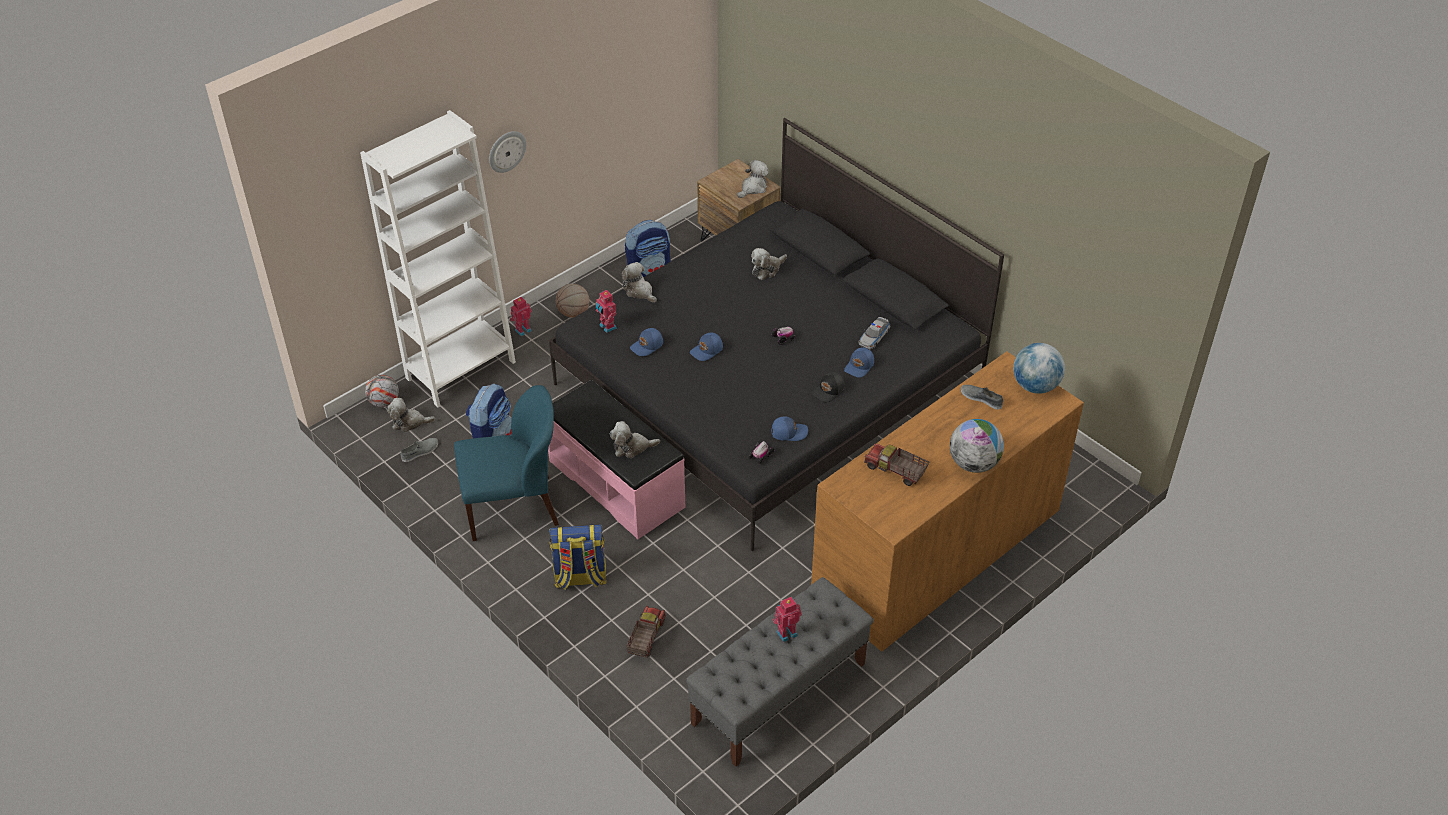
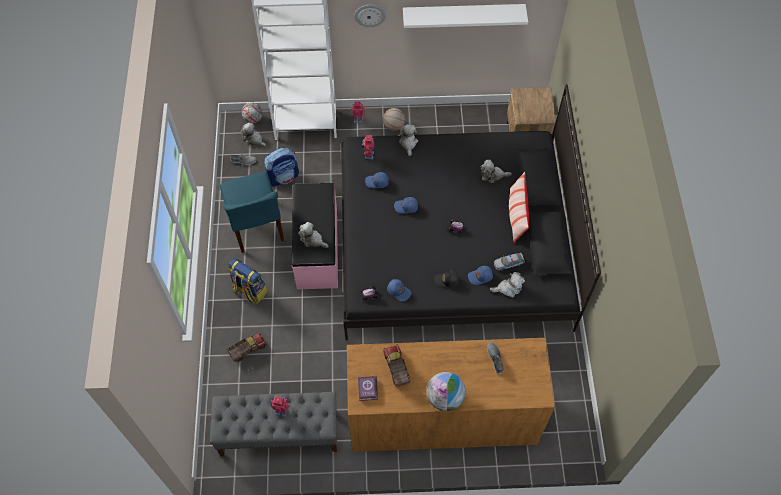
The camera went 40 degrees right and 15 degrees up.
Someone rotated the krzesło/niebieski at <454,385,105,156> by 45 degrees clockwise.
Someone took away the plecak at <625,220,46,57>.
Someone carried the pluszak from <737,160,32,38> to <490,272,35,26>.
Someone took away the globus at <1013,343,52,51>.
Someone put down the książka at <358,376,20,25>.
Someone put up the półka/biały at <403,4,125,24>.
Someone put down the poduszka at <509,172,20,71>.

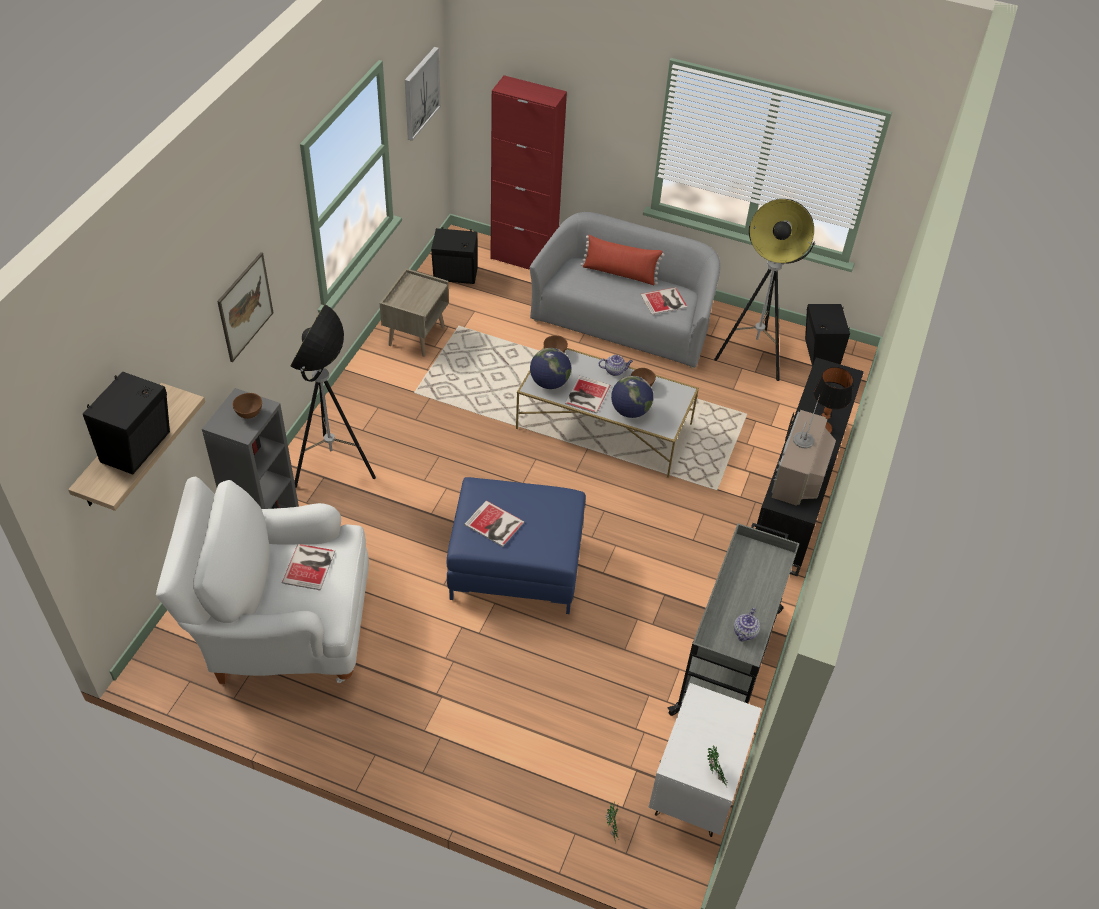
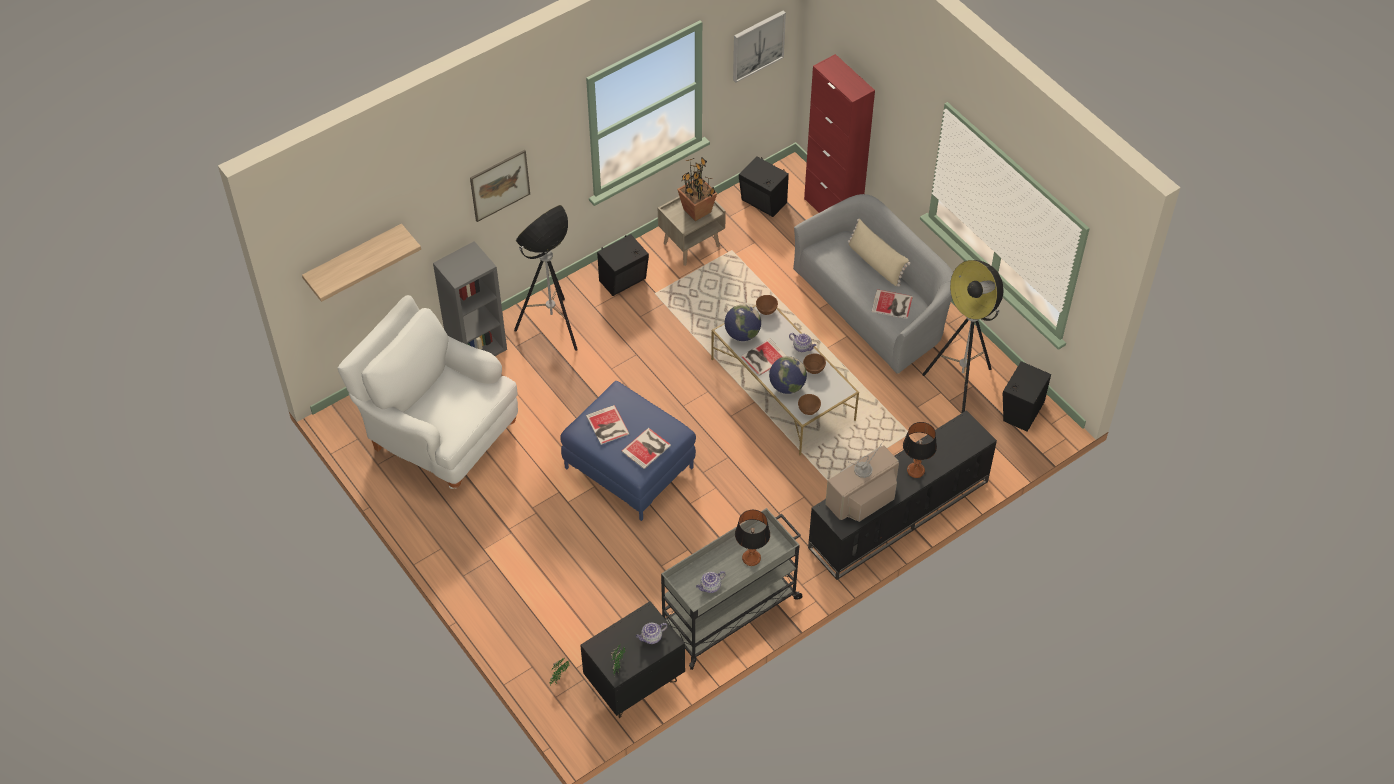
The camera went 35 degrees right and 5 degrees up.
Someone carried the głośnik/czarny from <83,372,87,103> to <597,234,52,62>.
Someone carried the miska/brązowy from <233,393,29,26> to <798,394,23,21>.
Someone carried the książka from <282,544,53,47> to <621,428,50,41>.
Someone repainted the poduszka/czerwony at <580,234,85,51>, which became the poduszka/beżowy at <848,219,62,68>.
Someone repainted the szafka nocna/biały at <648,683,114,154>, which became the szafka nocna/czarny at <580,601,105,117>.
Someone put down the imbryk at <636,623,32,21>.
Someone put down the roślina doniczkowa at <677,157,40,64>.
Someone put down the lampa stołowa at <735,510,35,56>.

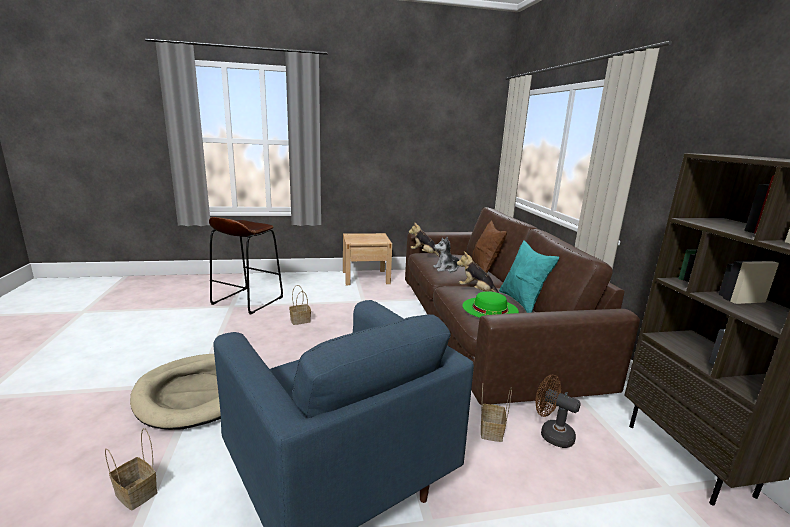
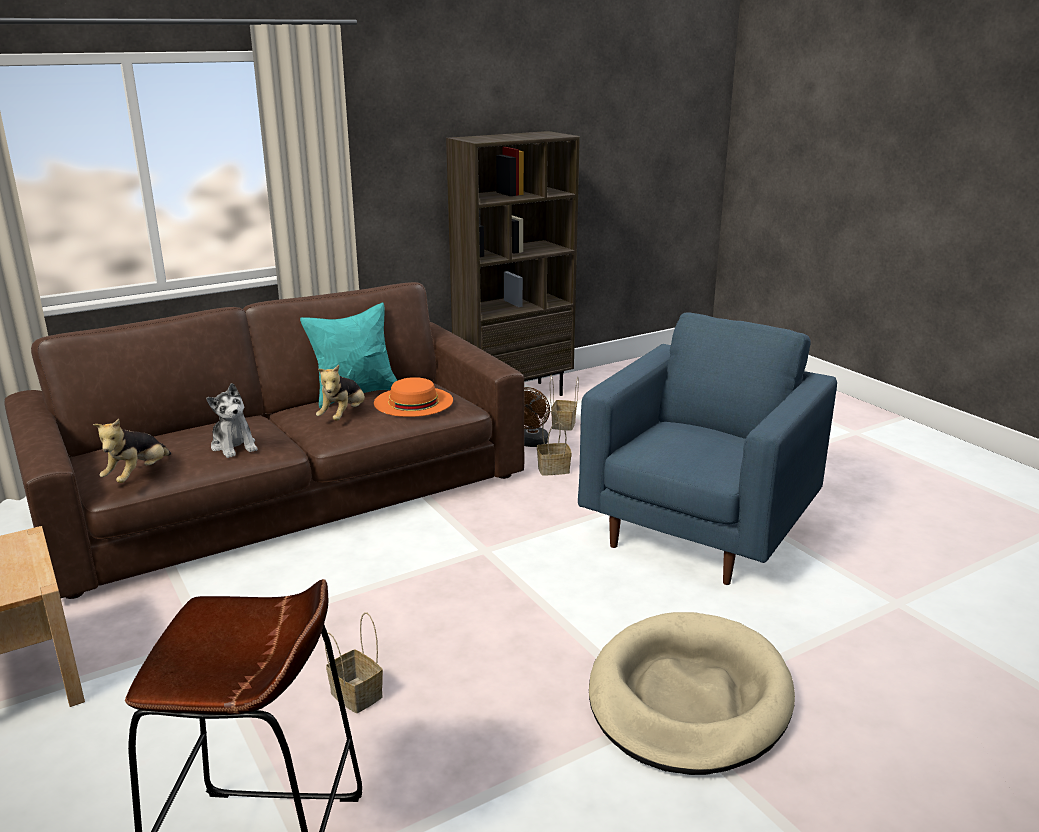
The camera went 110 degrees left and 5 degrees up.
Someone carried the koszyk from <105,428,52,82> to <550,375,29,56>.
Someone repainted the kapelusz/zielony at <462,291,57,27>, which became the kapelusz/pomarańczowy at <374,377,79,40>.
Someone took away the poduszka/brązowy at <471,220,36,53>.

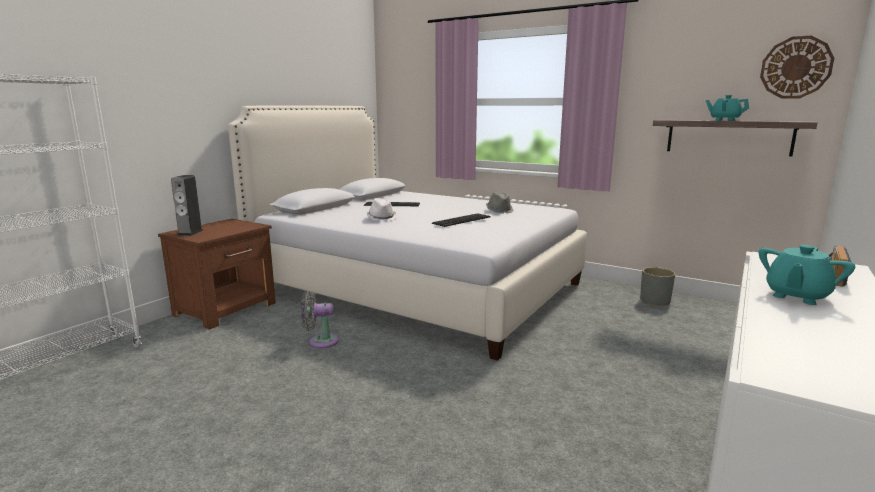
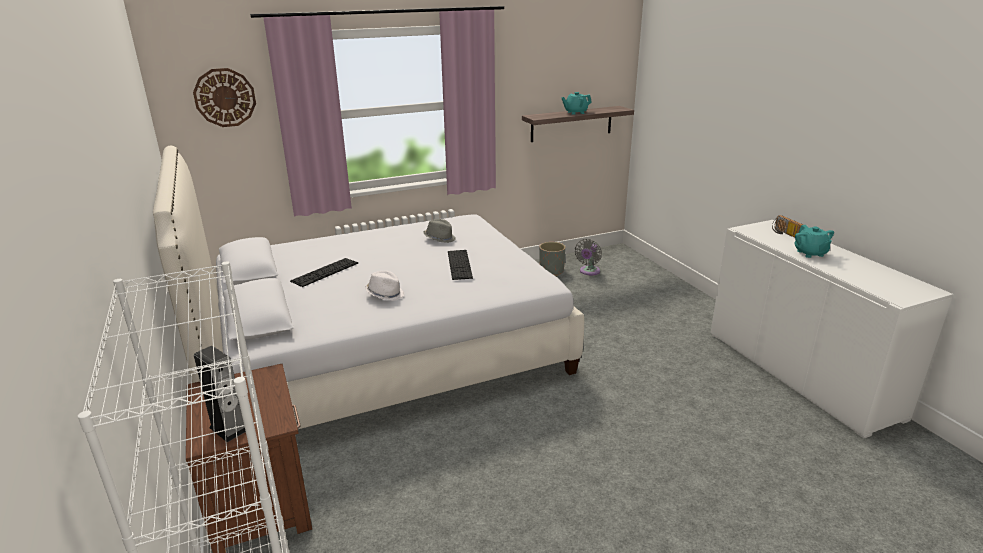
The camera went 55 degrees left and 10 degrees up.
Someone carried the wentylator/szary from <301,291,38,57> to <575,239,27,36>.
Someone carried the zegar ścienny from <760,36,74,63> to <193,68,63,59>.

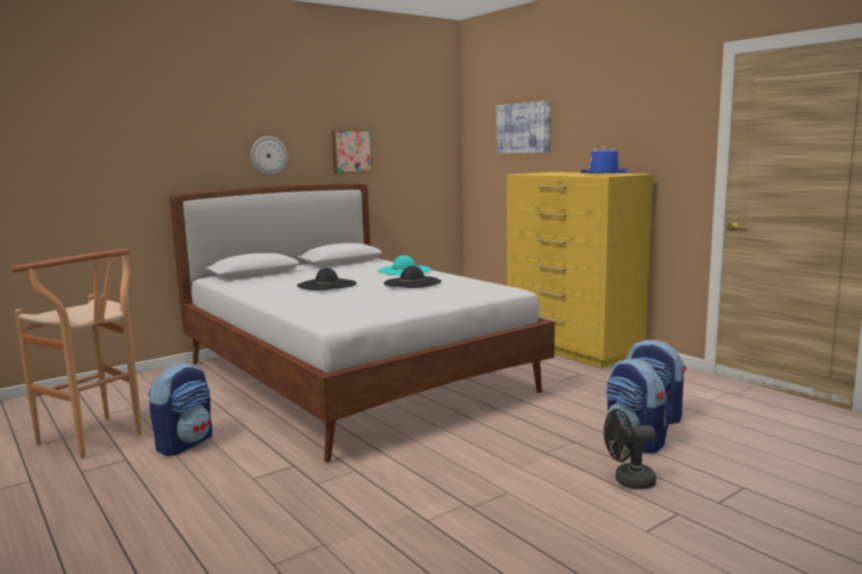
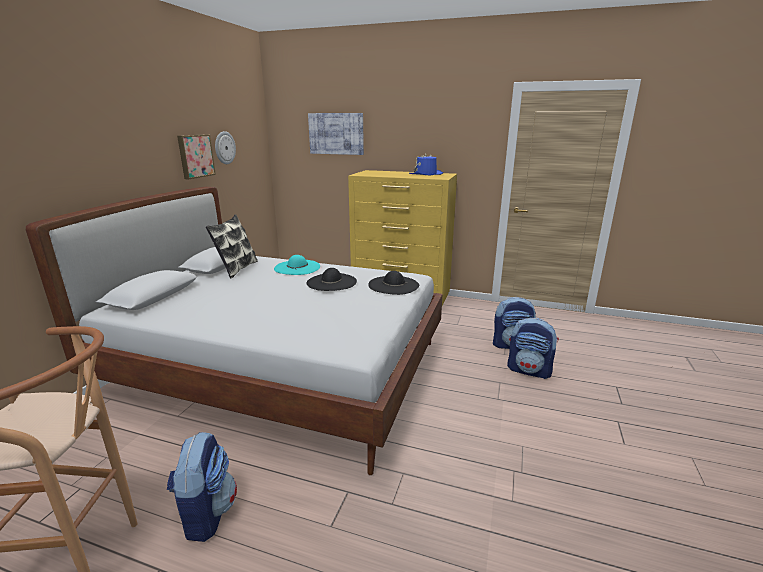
The camera went 35 degrees left and 10 degrees up.
Someone carried the zegar ścienny from <250,136,37,40> to <215,131,21,33>.
Someone carried the kapelusz/czarny from <297,268,60,23> to <368,271,51,24>.
Someone took away the wentylator/czarny at <604,409,52,80>.
Someone put down the poduszka at <206,214,52,64>.

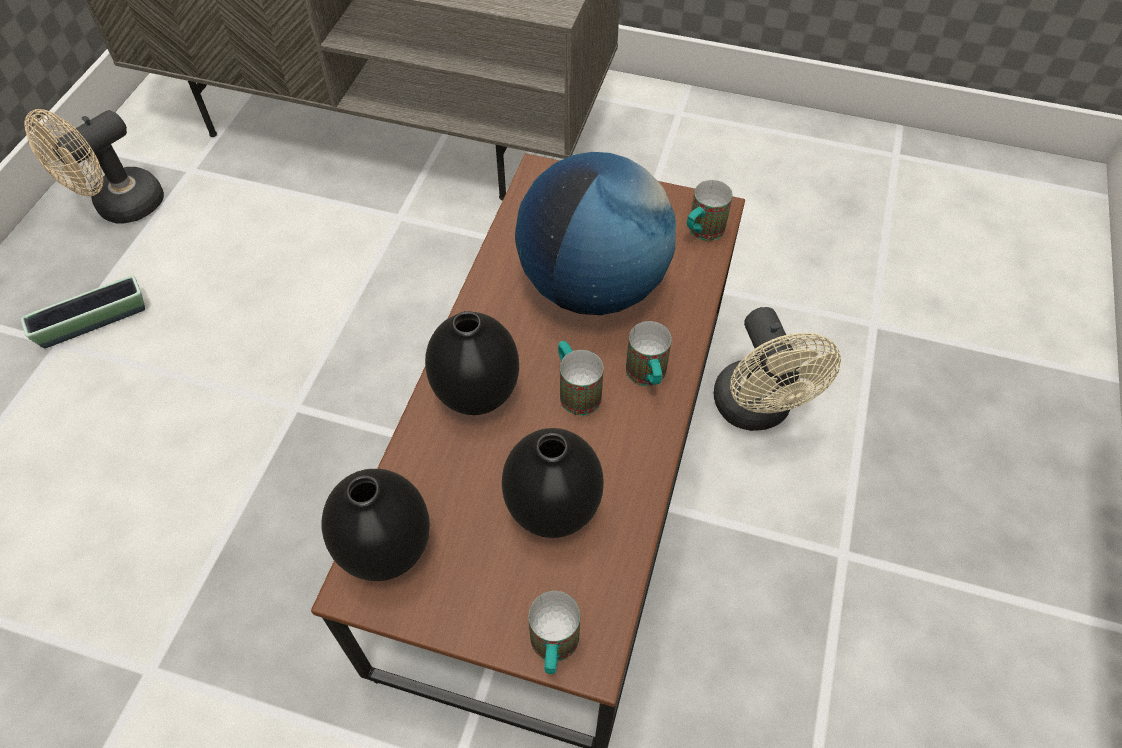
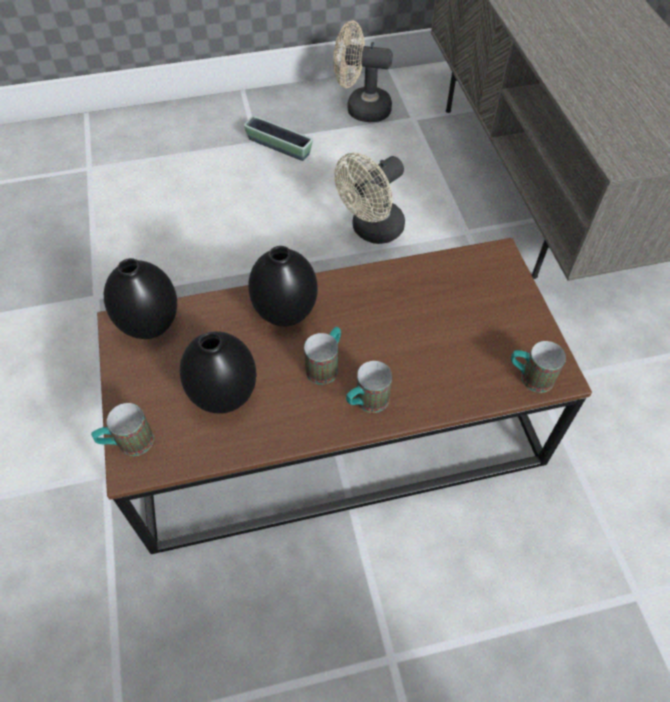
The camera went 60 degrees right and 0 degrees up.
Someone took away the globus at <515,152,161,163>.
Someone carried the wentylator/beżowy from <714,307,127,124> to <334,153,71,91>.

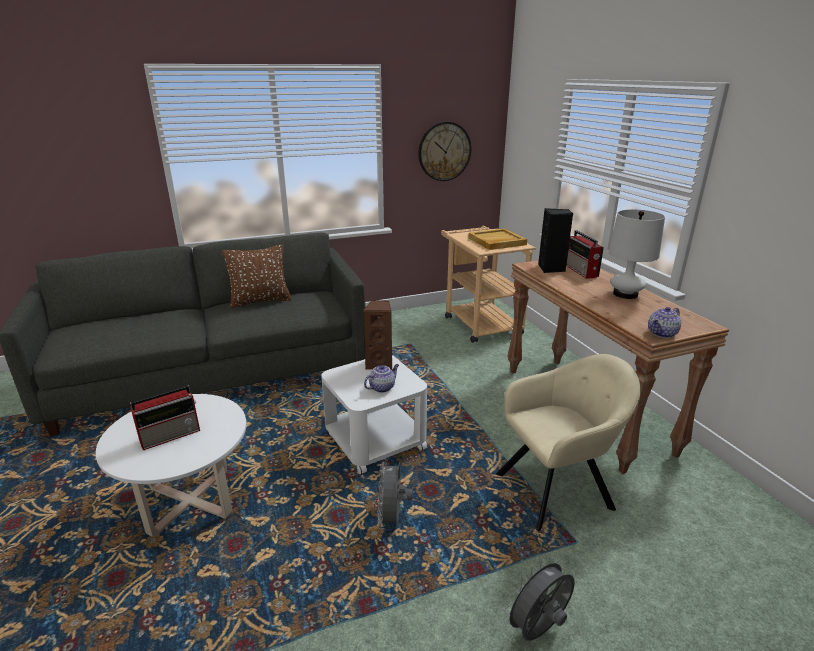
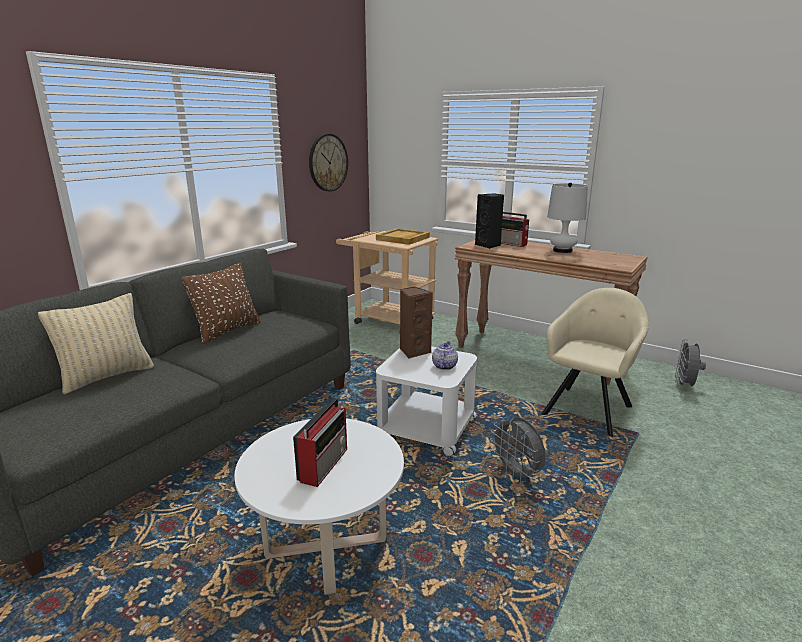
The camera went 35 degrees left and 5 degrees down.
Someone carried the wentylator/szary from <503,556,72,85> to <675,339,31,49>.
Someone took away the imbryk at <648,307,33,31>.
Someone put down the poduszka/beżowy at <38,293,116,101>.

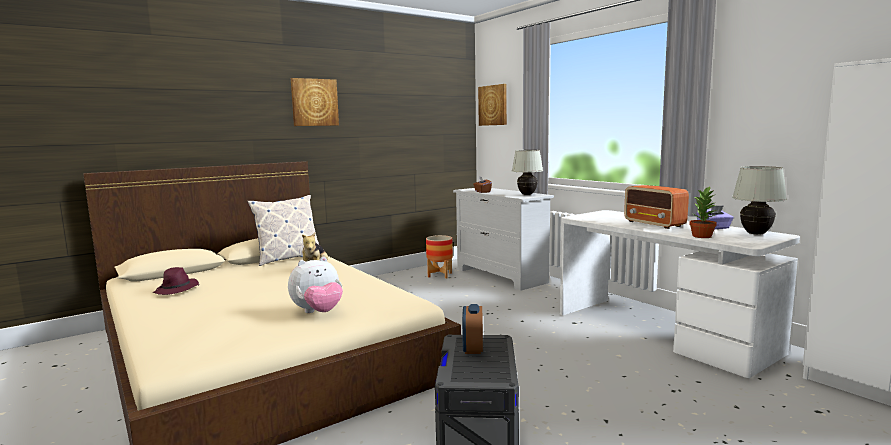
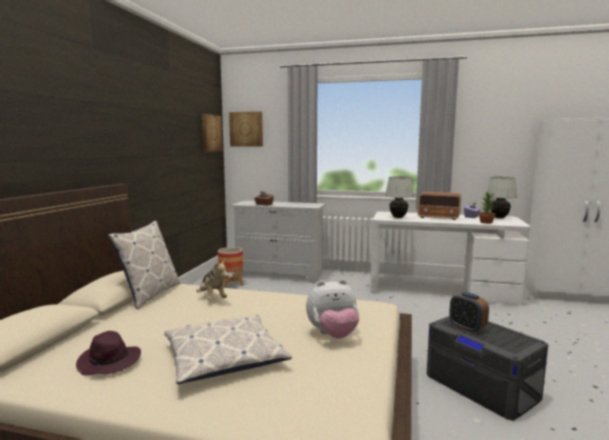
The camera went 40 degrees left and 0 degrees up.
Someone rotated the pluszak at <288,257,55,56> by 60 degrees clockwise.
Someone carried the obraz from <291,78,48,48> to <202,114,20,38>.
Someone carried the lampa stołowa/biały from <512,150,31,45> to <385,177,29,41>.
Someone put down the poduszka at <164,315,128,69>.

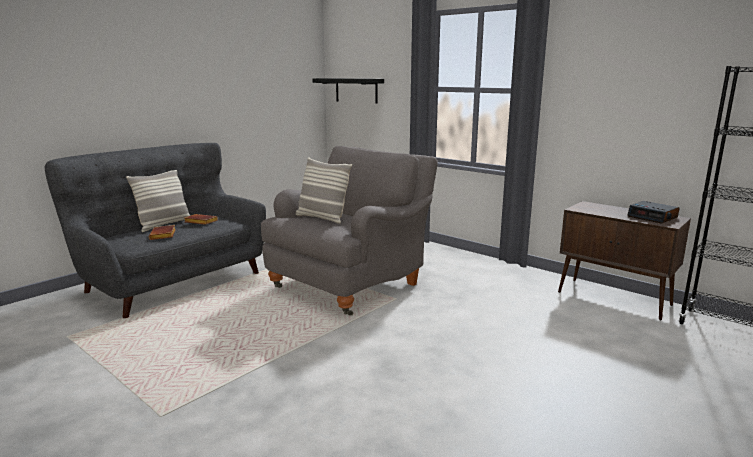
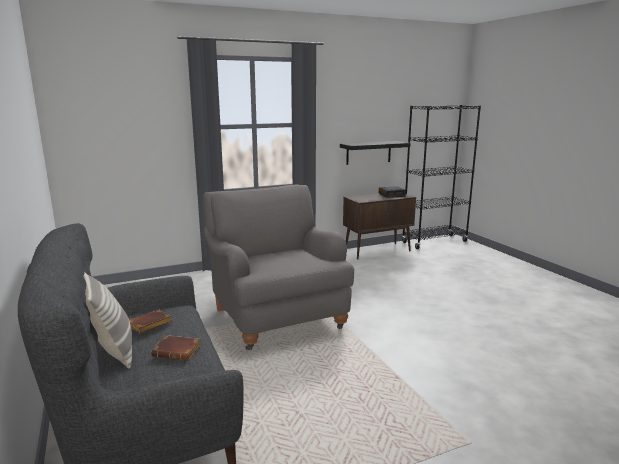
The camera went 65 degrees left and 0 degrees up.
Someone took away the poduszka at <296,157,56,67>.
Someone carried the półka/czarny from <312,78,72,25> to <340,141,71,24>.

